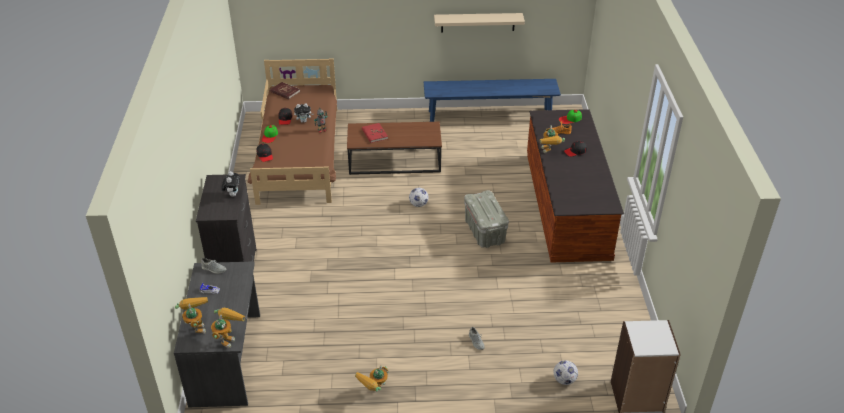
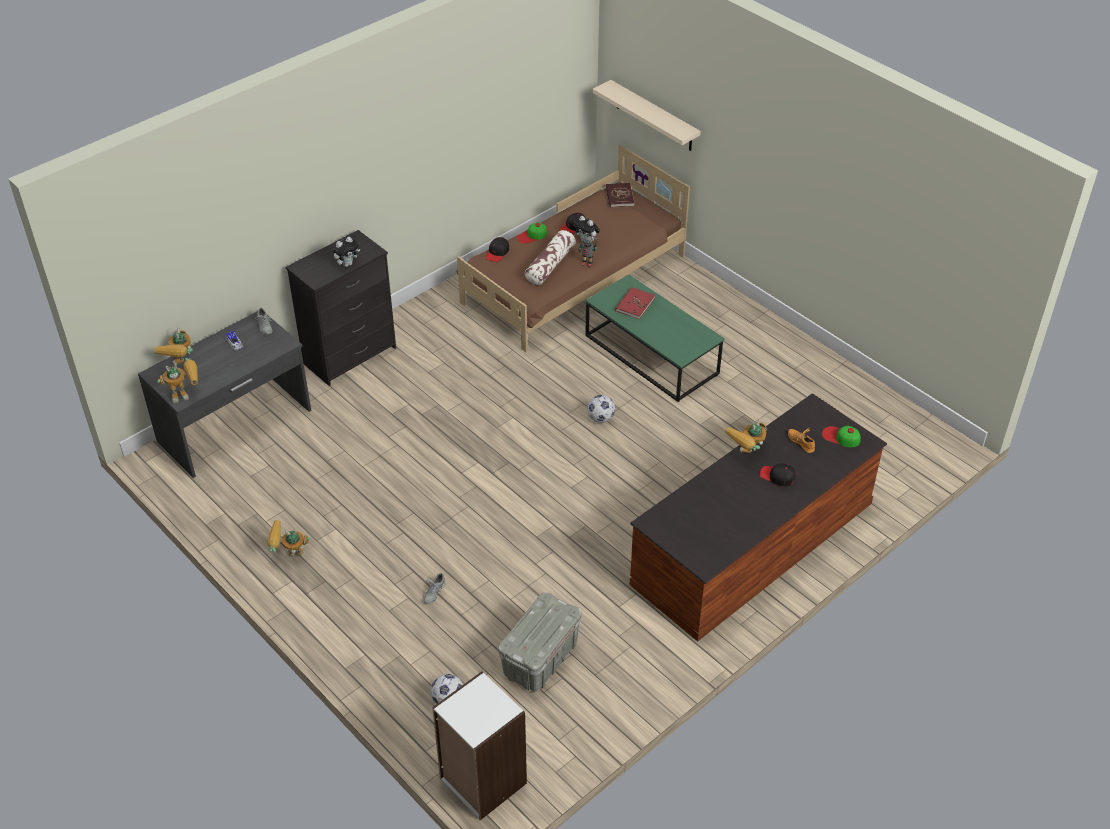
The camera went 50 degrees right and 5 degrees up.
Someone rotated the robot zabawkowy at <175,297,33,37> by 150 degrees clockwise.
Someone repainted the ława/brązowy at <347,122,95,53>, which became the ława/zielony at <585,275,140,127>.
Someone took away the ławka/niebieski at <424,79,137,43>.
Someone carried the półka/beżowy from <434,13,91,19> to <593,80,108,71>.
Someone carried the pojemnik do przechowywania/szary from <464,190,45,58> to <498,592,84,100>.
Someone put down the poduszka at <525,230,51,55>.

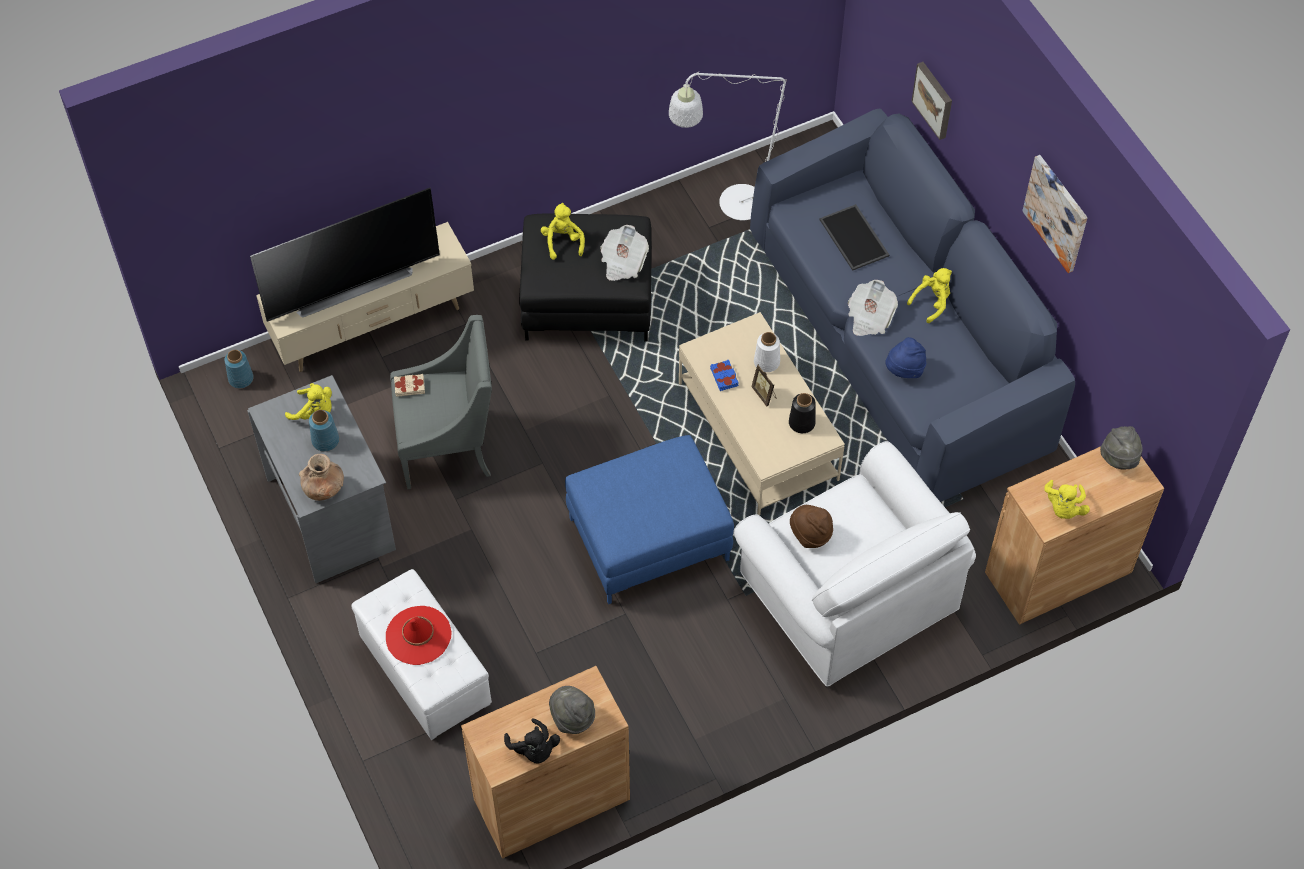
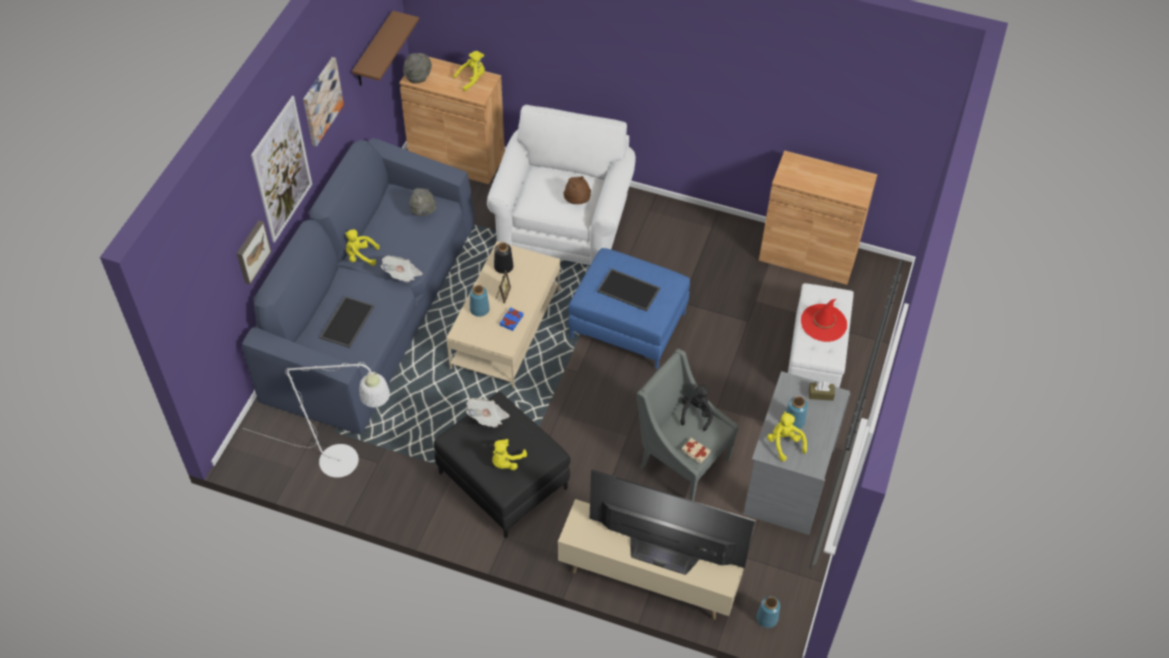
The camera went 135 degrees left and 5 degrees down.
Someone swapped the wazon/brązowy at <299,454,45,47> for the pudełko chusteczek/brązowy at <809,382,26,19>.
Someone carried the pluszak/czarny from <504,718,56,45> to <680,384,33,47>.
Someone carried the kapelusz/szary from <549,686,46,48> to <409,188,28,28>.
Someone repainted the wazon/biały at <754,332,26,40>, which became the wazon/niebieski at <470,285,20,32>.
Someone took away the kapelusz/niebieski at <885,337,41,41>.
Someone put up the obraz at <251,96,61,147>.
Someone put up the półka/brązowy at <352,11,67,75>.
Someone put down the taca at <597,268,63,43>.

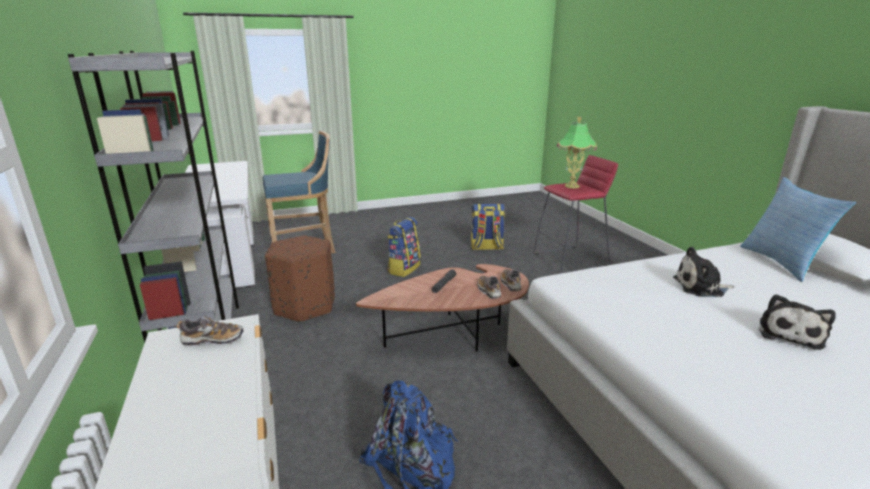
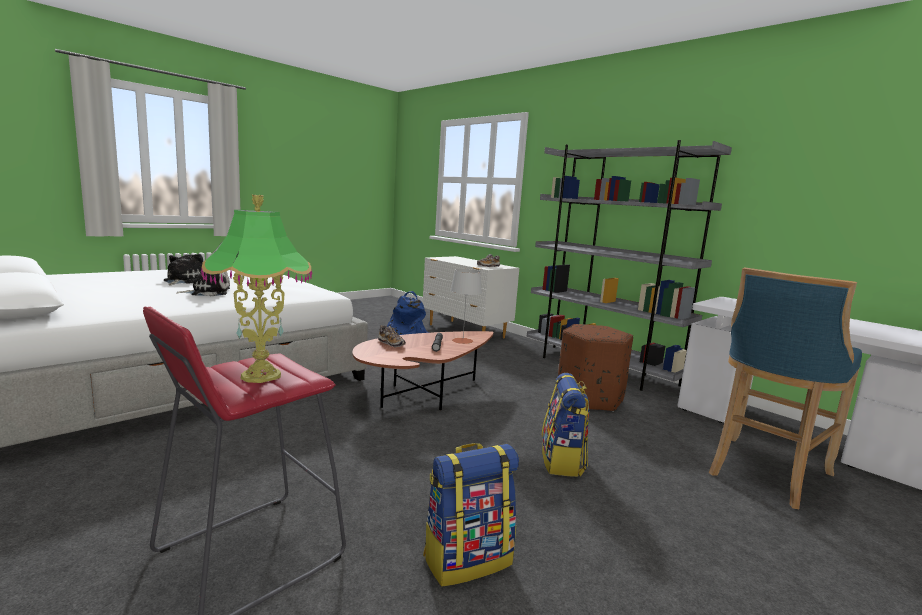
The camera went 155 degrees right and 10 degrees down.
Someone took away the but at <501,269,20,22>.
Someone took away the poduszka at <740,177,116,105>.
Someone put down the lampa stołowa/szary at <450,269,32,75>.

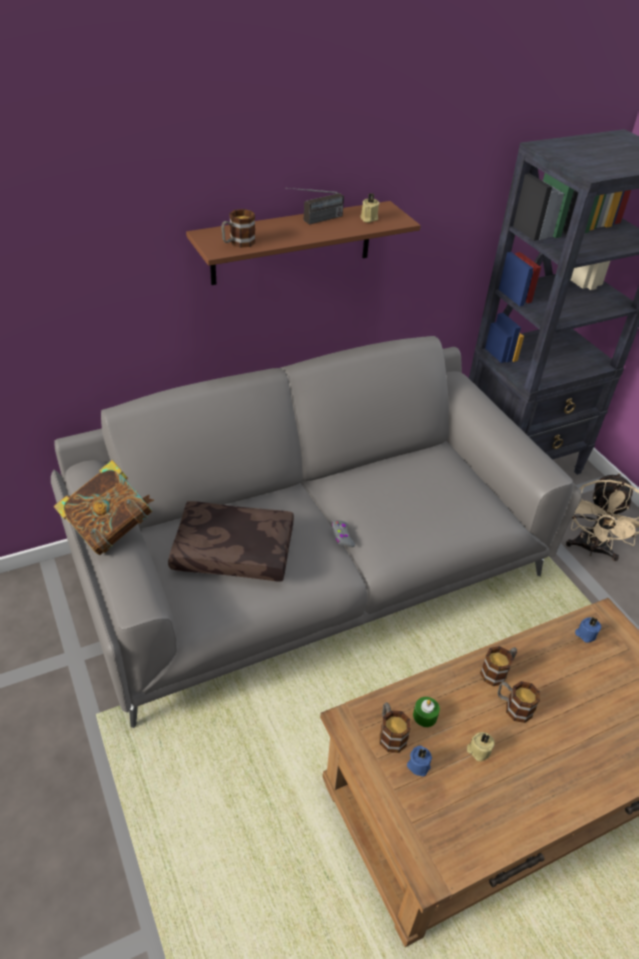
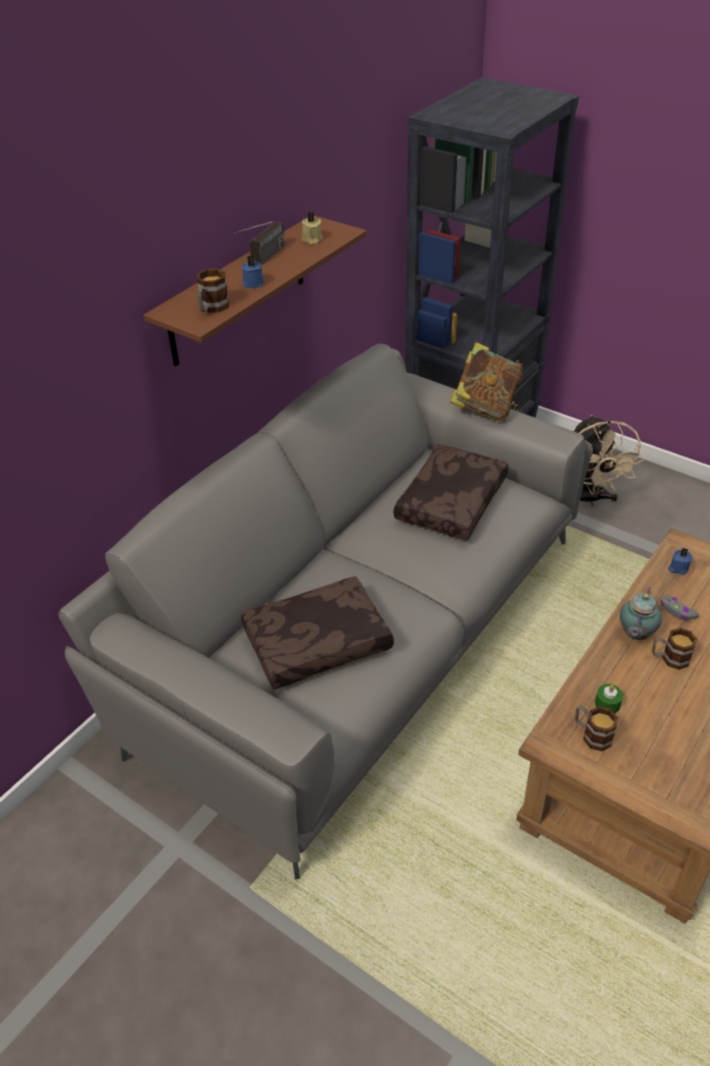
The camera went 25 degrees left and 0 degrees up.
Someone carried the książka from <54,460,100,95> to <450,342,72,80>.
Someone carried the pad do gier/szary from <332,520,23,27> to <661,595,38,25>.
Someone carried the świeca/niebieski from <407,746,25,31> to <241,255,23,33>.
Someone took away the świeca/beżowy at <467,732,28,29>.
Someone swapped the kubek at <480,646,37,40> for the imbryk at <620,587,42,53>.
Someone put down the poduszka/brązowy at <394,444,115,97>.

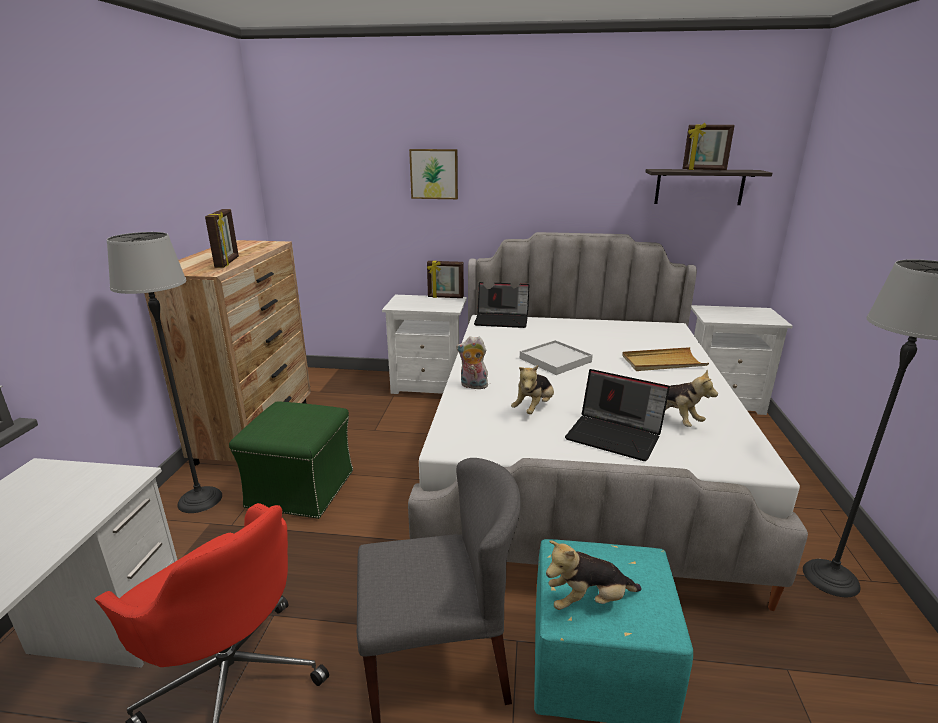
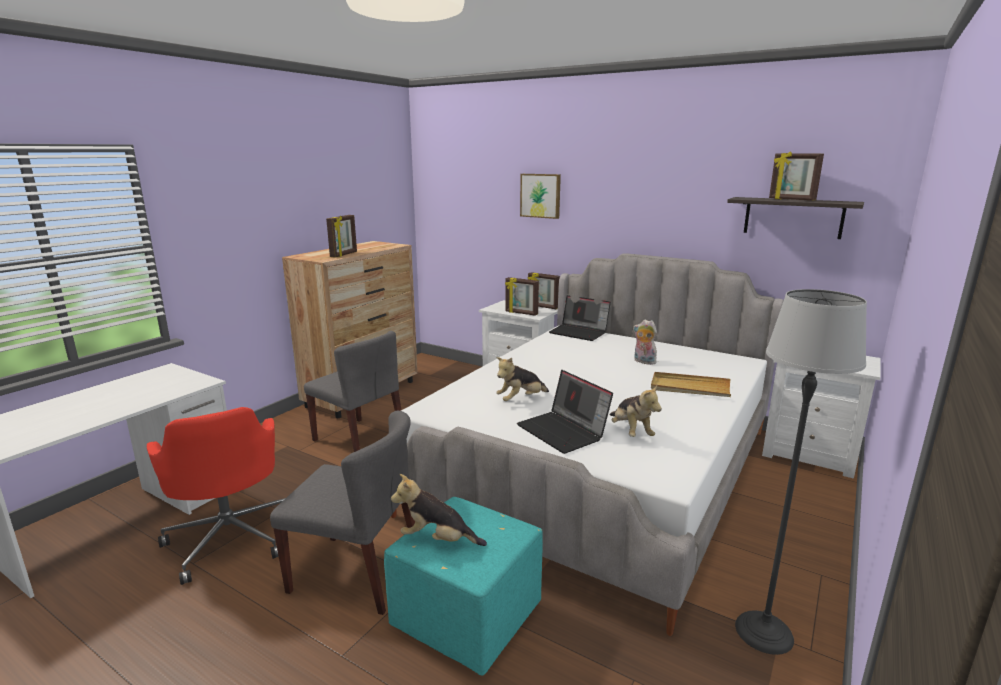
The camera went 25 degrees right and 5 degrees down.
Someone took away the lampa stojąca at <107,232,115,281>.
Someone swapped the pufa/zielony at <229,401,124,118> for the krzesło/szary at <304,331,97,121>.
Someone carried the pluszak from <456,336,32,53> to <633,319,24,46>.
Someone took away the taca/biały at <520,340,73,35>.
Someone put down the ramka na zdjęcie at <505,277,34,39>.

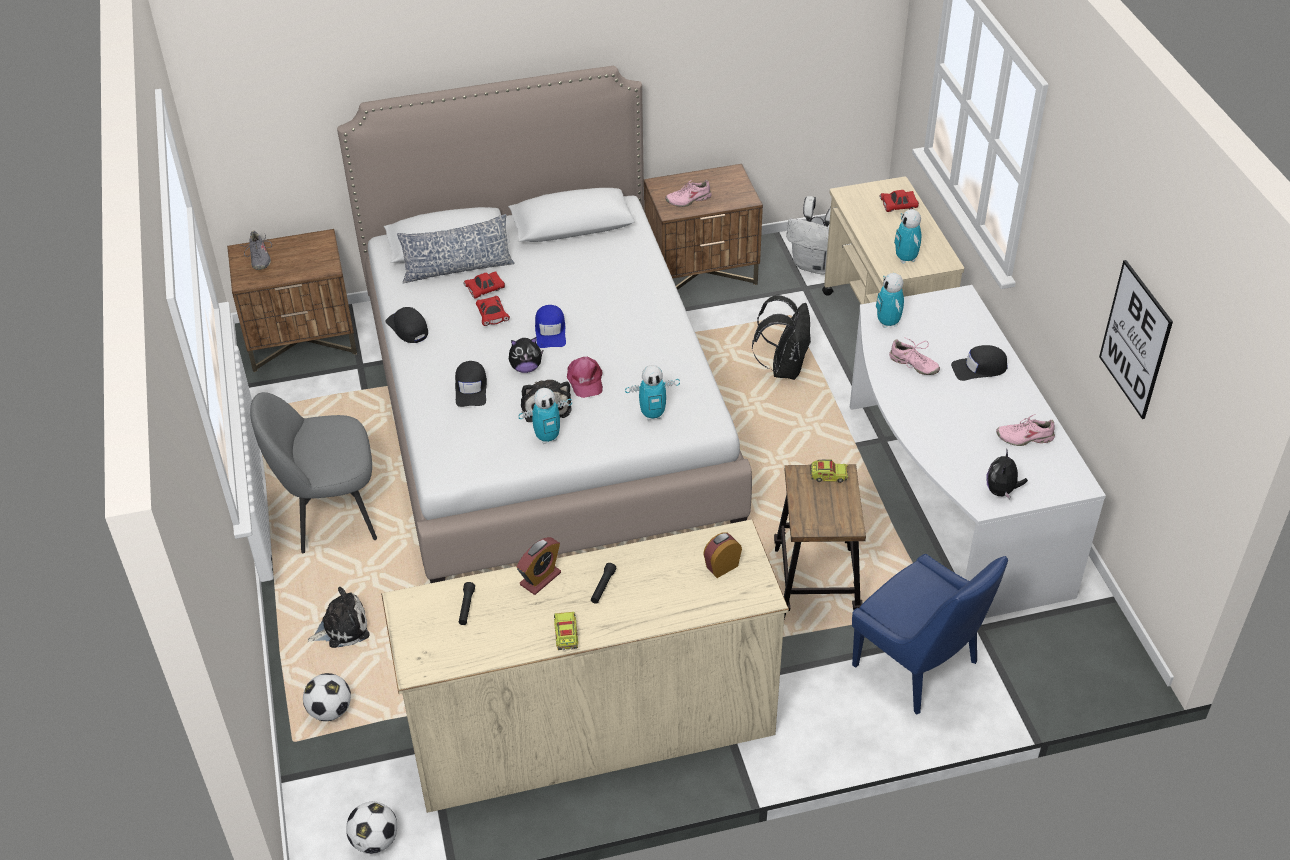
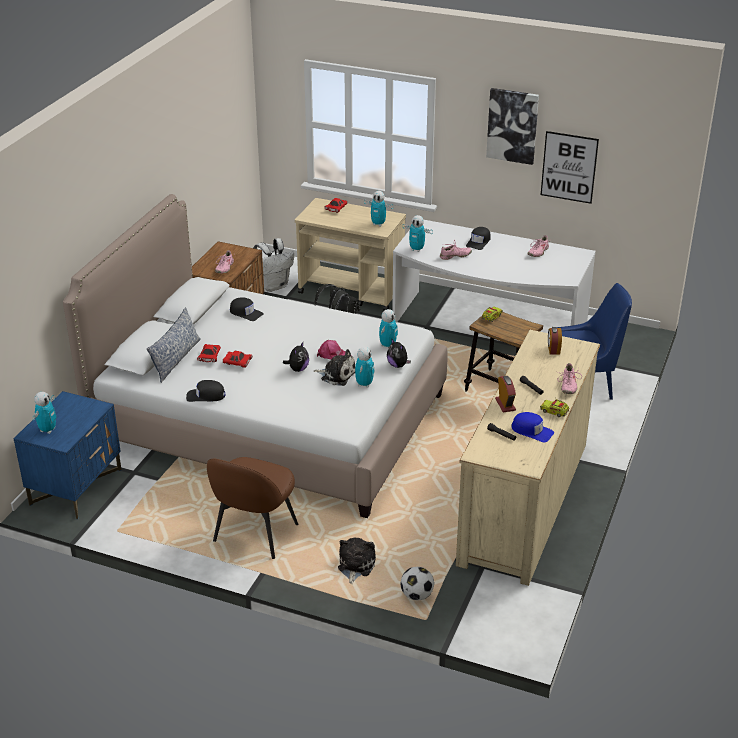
The camera went 55 degrees left and 10 degrees down.
Someone repainted the szafka nocna/brązowy at <227,229,130,143>, which became the szafka nocna/niebieski at <13,391,108,128>.
Someone swapped the but/szary at <241,231,31,39> for the robot zabawkowy at <33,392,24,42>.
Someone repainted the krzesło/szary at <250,392,127,161>, which became the krzesło/brązowy at <207,457,91,102>.
Someone took away the piłka futbolowa at <346,801,51,53>.
Someone carried the czapka z daszkiem/czarny from <455,361,32,46> to <230,297,34,24>.
Someone carried the czapka z daszkiem/niebieski from <535,305,31,43> to <511,412,43,31>.
Someone carried the pluszak from <986,451,42,48> to <387,338,24,30>.
Someone put up the obraz at <486,88,53,77>.
Someone put down the but/różowy at <558,363,24,31>.

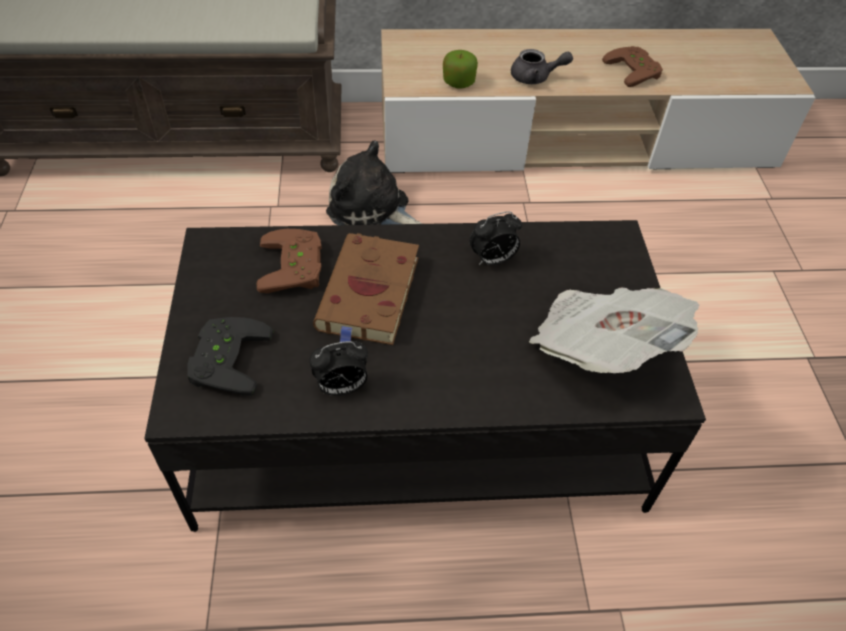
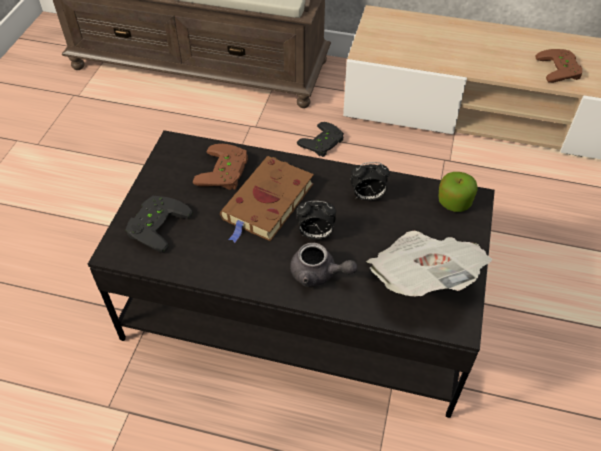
The camera went 20 degrees right and 0 degrees up.
Someone carried the budzik from <309,341,59,55> to <296,201,40,38>.
Someone swapped the pluszak at <326,140,97,85> for the pad do gier/czarny at <297,122,47,35>.
Someone carried the jabłko from <443,50,35,39> to <439,172,39,40>.
Someone carried the imbryk/szary from <511,49,62,35> to <290,243,68,44>.

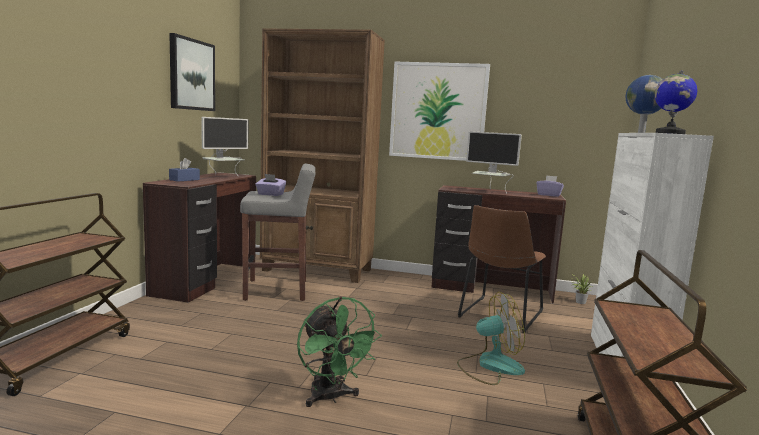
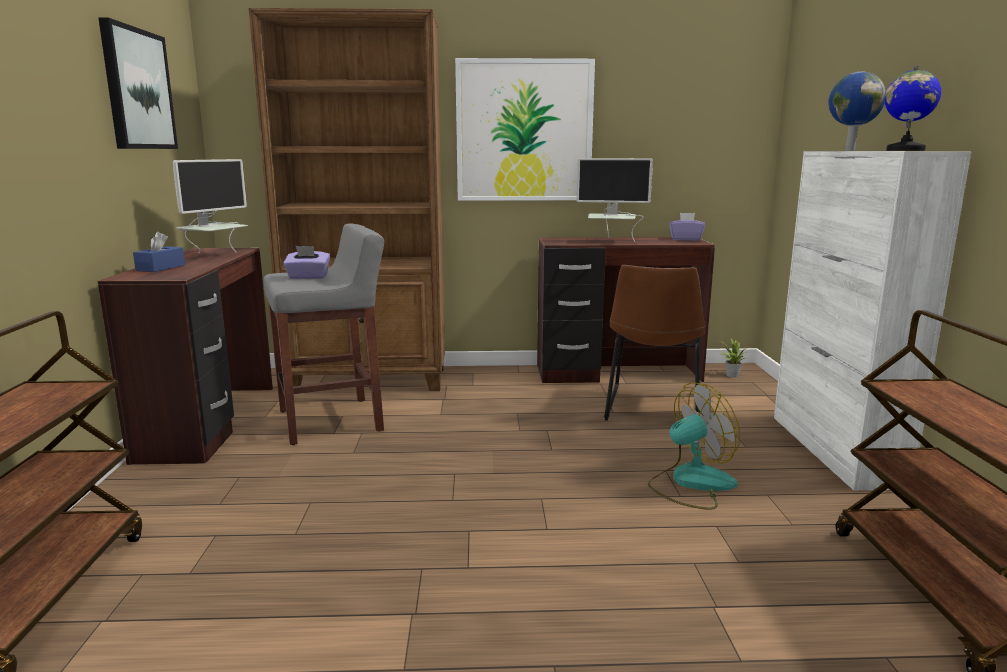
The camera went 15 degrees left and 5 degrees up.
Someone took away the wentylator/zielony at <297,296,85,111>.

